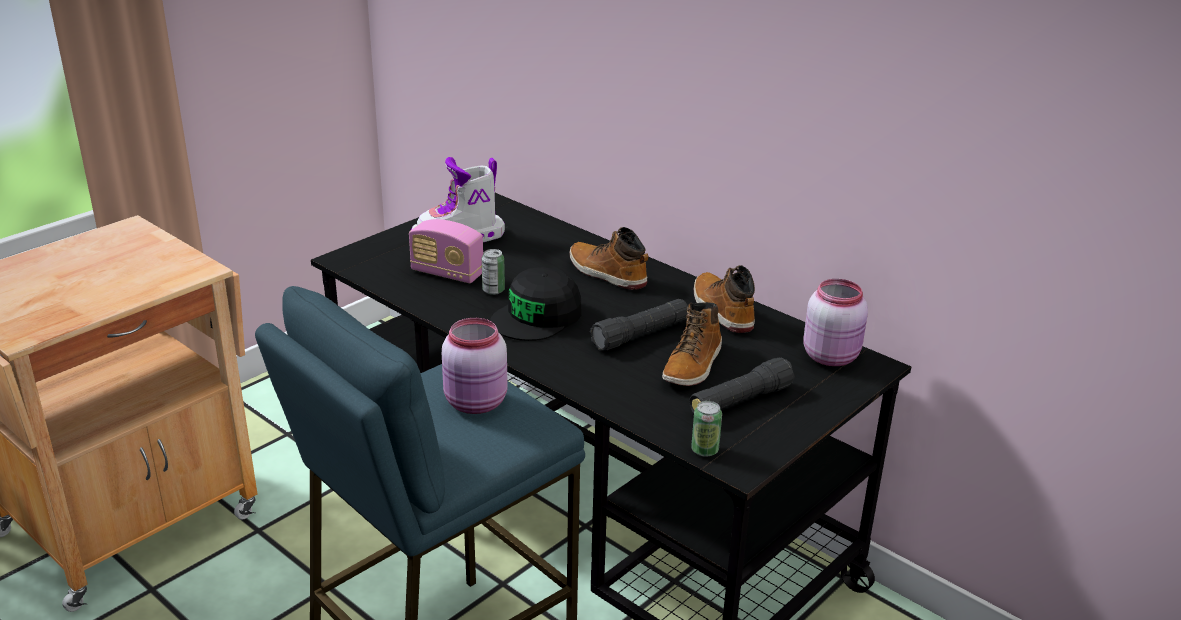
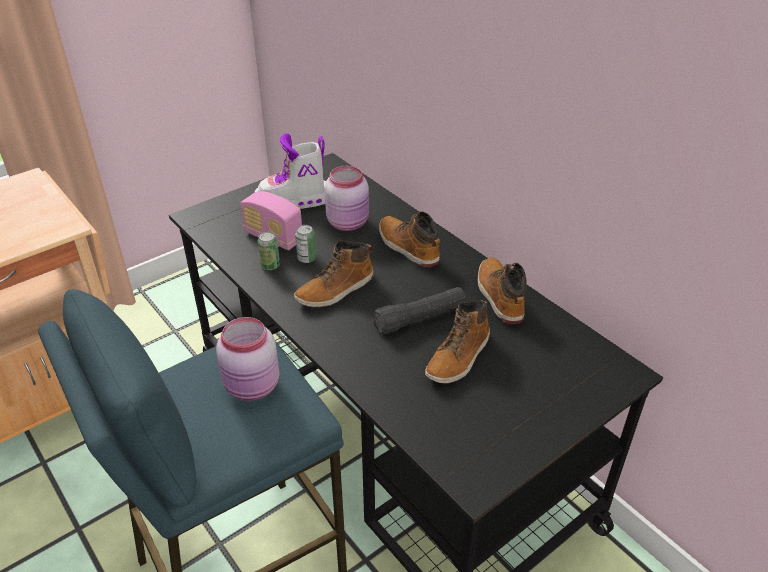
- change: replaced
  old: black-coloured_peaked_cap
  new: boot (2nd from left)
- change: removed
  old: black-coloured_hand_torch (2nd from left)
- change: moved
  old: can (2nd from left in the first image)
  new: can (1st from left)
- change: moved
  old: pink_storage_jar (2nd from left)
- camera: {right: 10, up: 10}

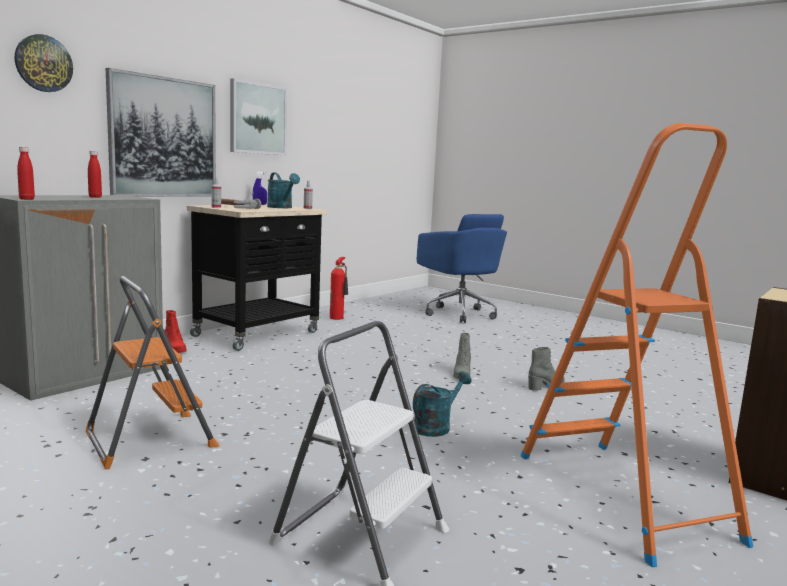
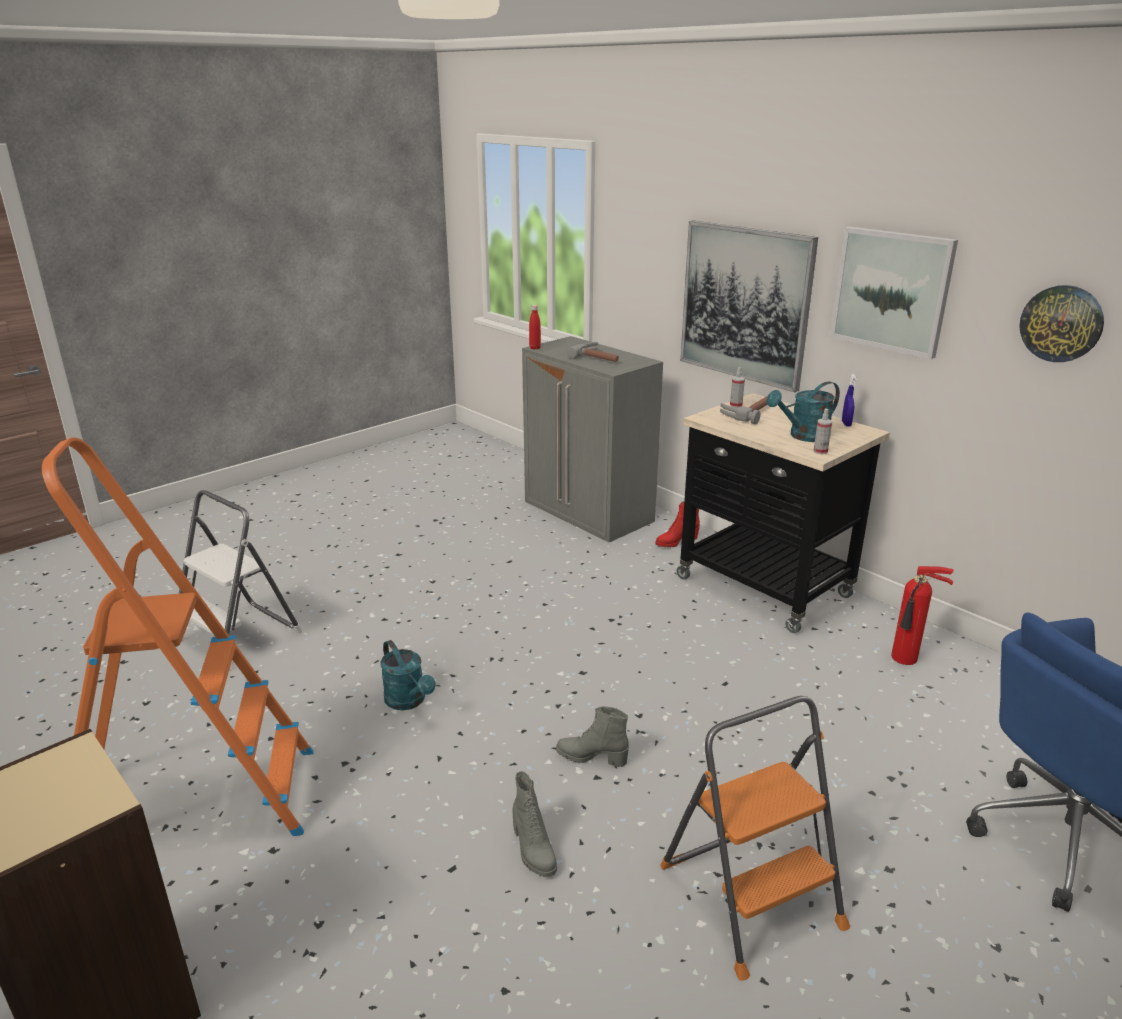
- change: moved
  old: wall_clock
- change: moved
  old: orangey_step_ladder (1st from left in the first image)
  new: orangey_step_ladder (2nd from left)
- change: replaced
  old: red-coloured_bottle (2nd from left)
  new: tool_hammer (1st from left)
- camera: {right: 100, up: 15}

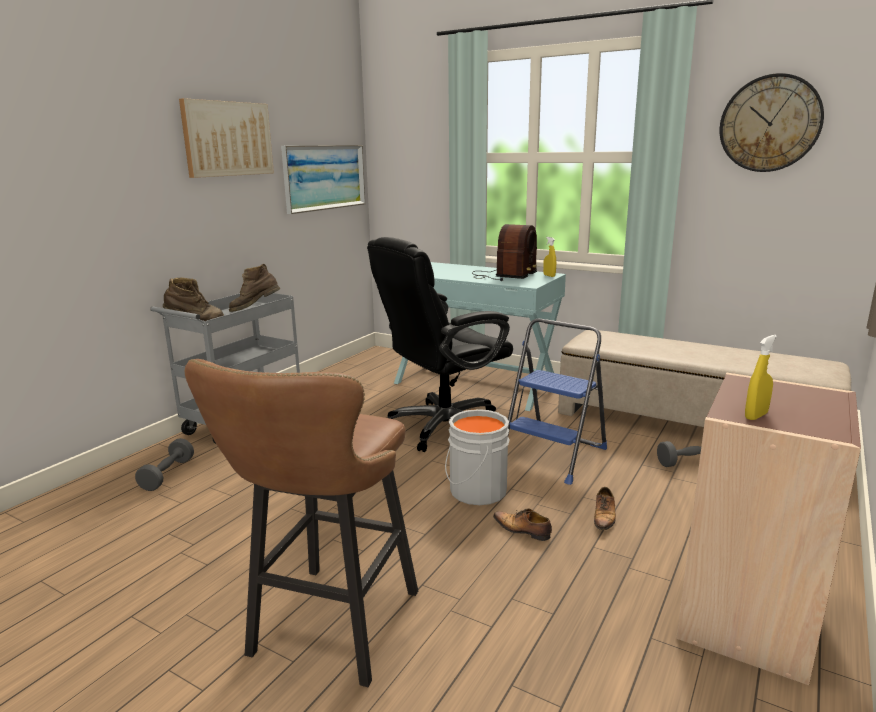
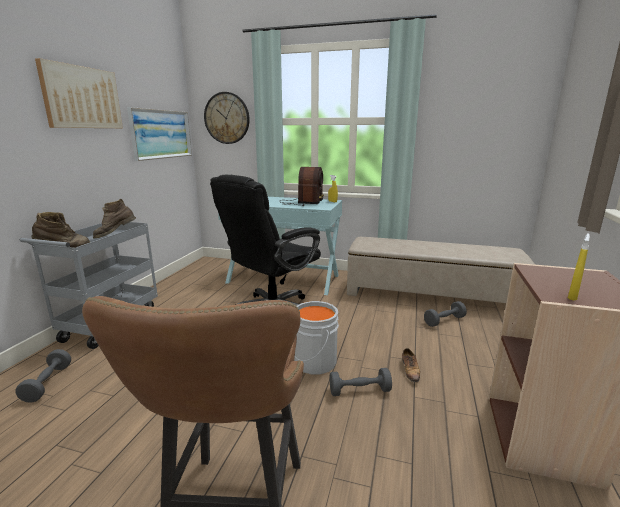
- change: replaced
  old: low_shoe (1st from left)
  new: greyish_hand_weight (2nd from left)
- change: removed
  old: blue_step_ladder
- change: moved
  old: wall_clock
- camera: {right: -15, up: 0}

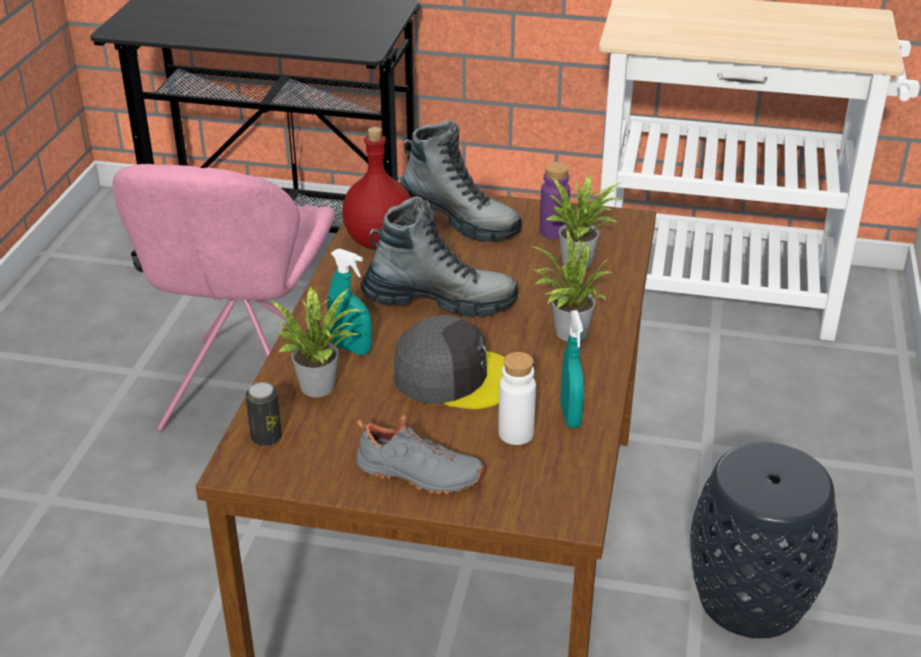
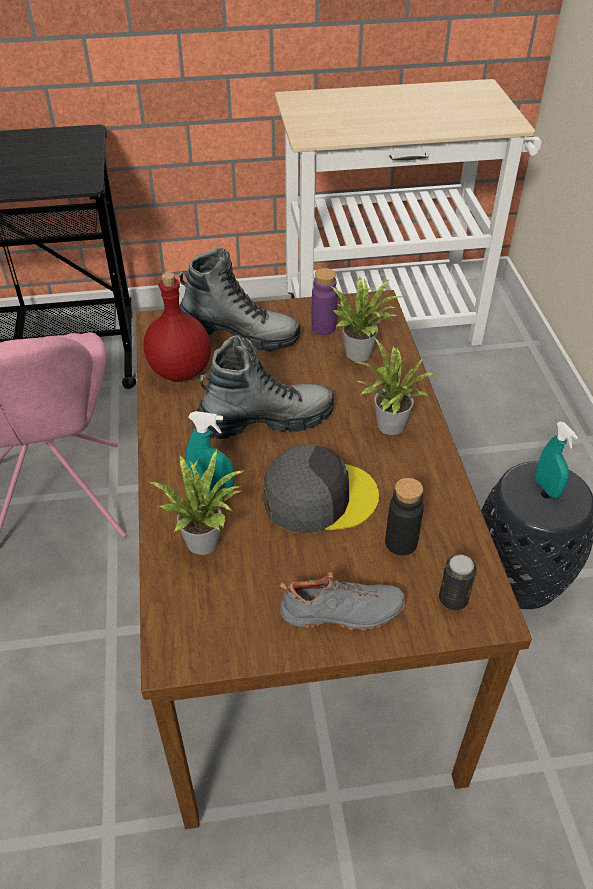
- change: moved
  old: can
- change: recoloured
  old: white-coloured_bottle
  new: black-coloured_bottle
- change: moved
  old: turquoise_sprayer (2nd from left)
- camera: {right: -20, up: 10}

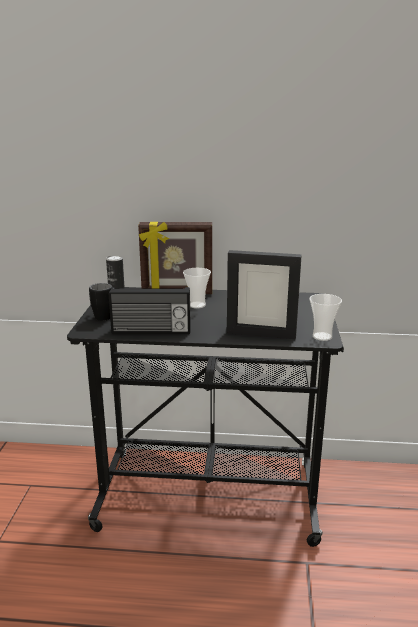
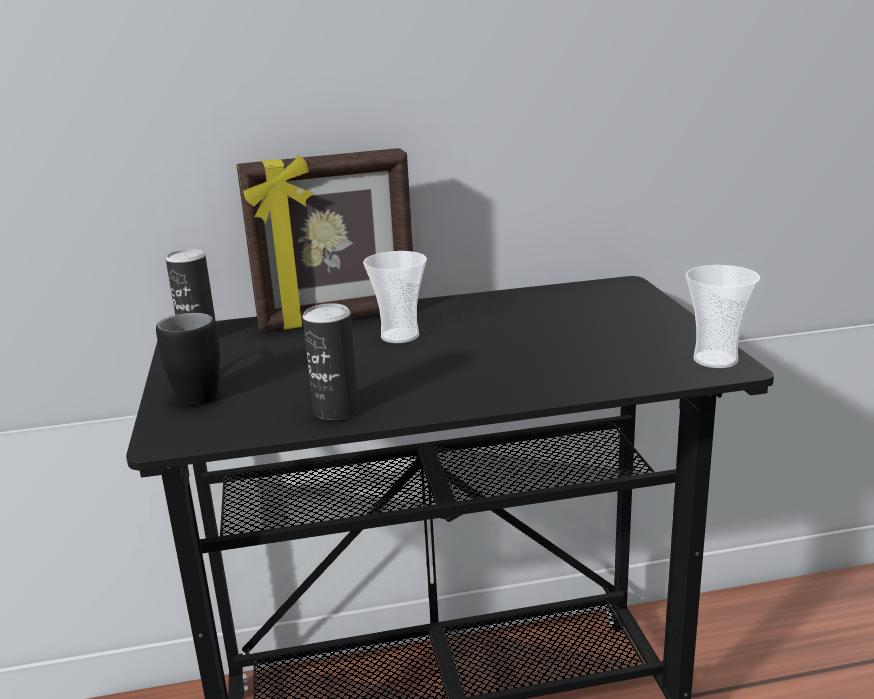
- change: replaced
  old: radio_set
  new: can (2nd from left)
- change: removed
  old: photo_frame (2nd from left)
- camera: {right: -15, up: 0}

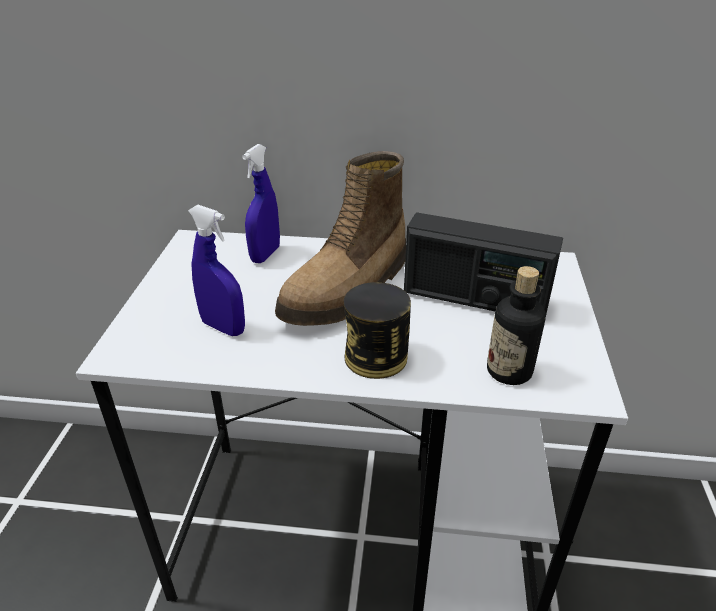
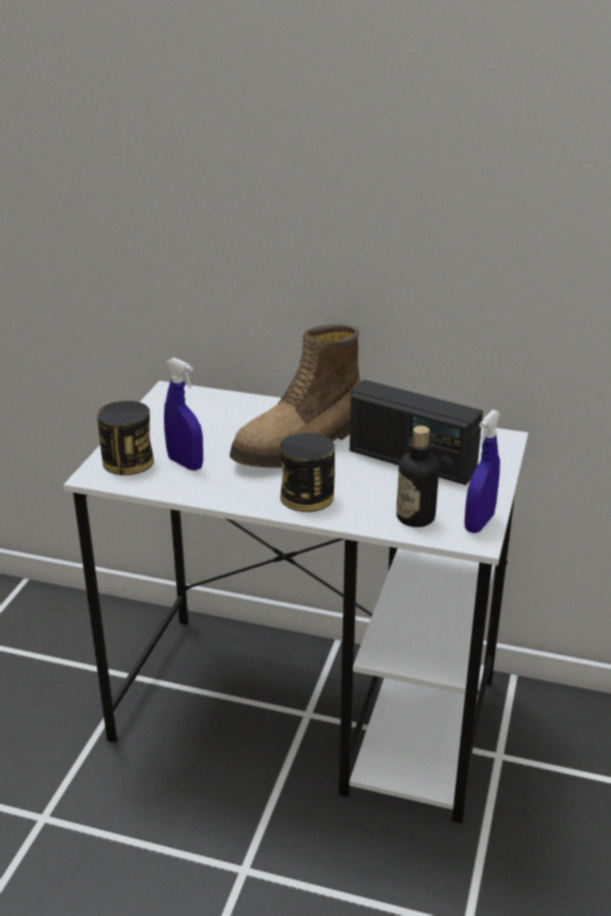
- change: moved
  old: blue_sprayer (2nd from left)
- change: added
  new: can (1st from left)
- camera: {right: 10, up: -5}

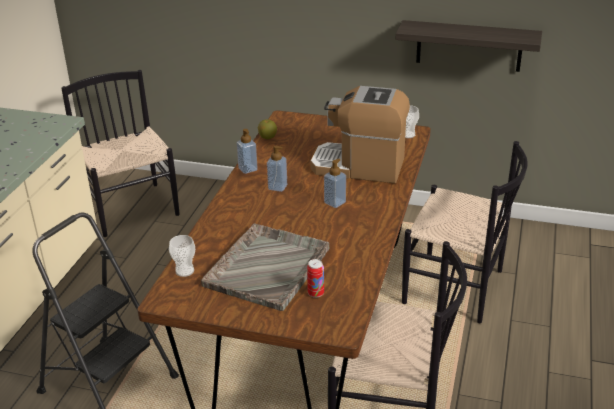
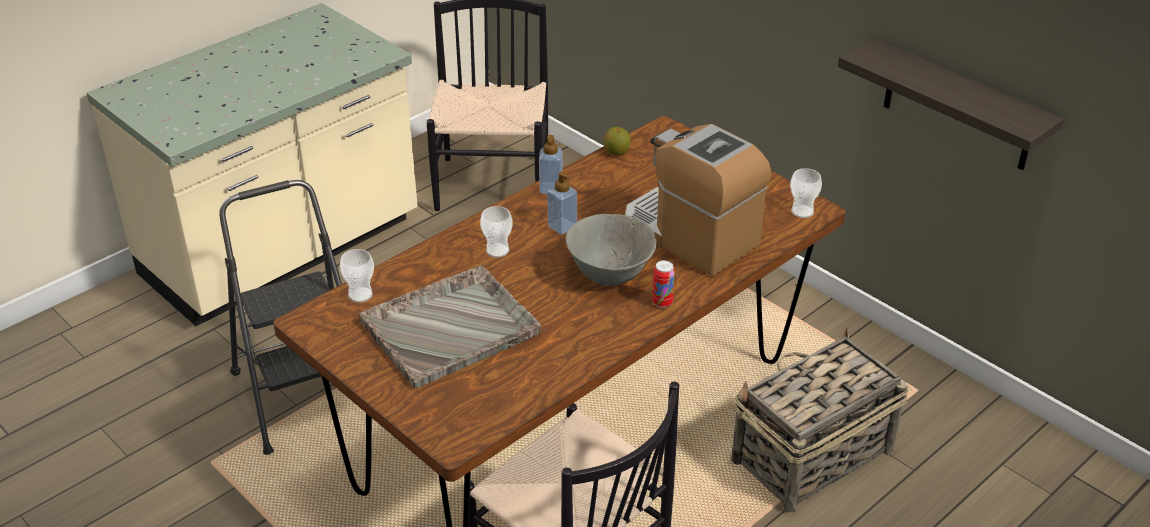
- change: moved
  old: can
- change: replaced
  old: soap_bottle (3rd from left)
  new: greyish_serving_bowl
- change: replaced
  old: black-coloured_upright_chair (3rd from left)
  new: storage_basket
- change: added
  new: small_cup (2nd from left)
- camera: {right: 30, up: 5}

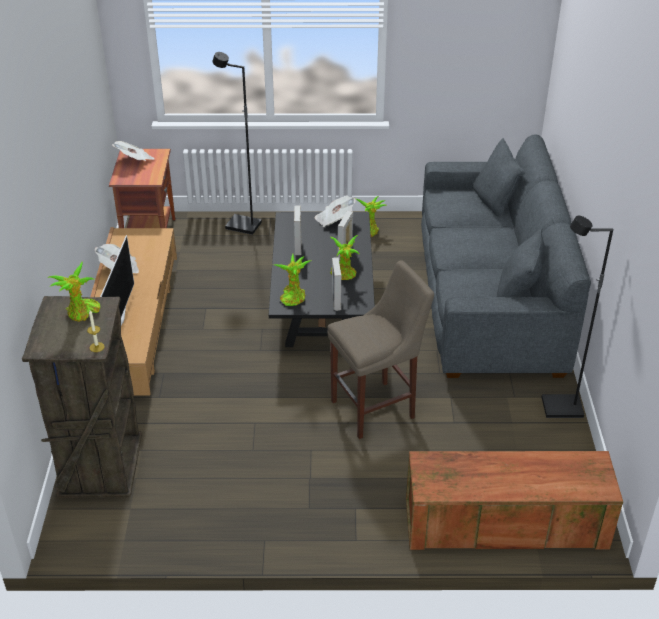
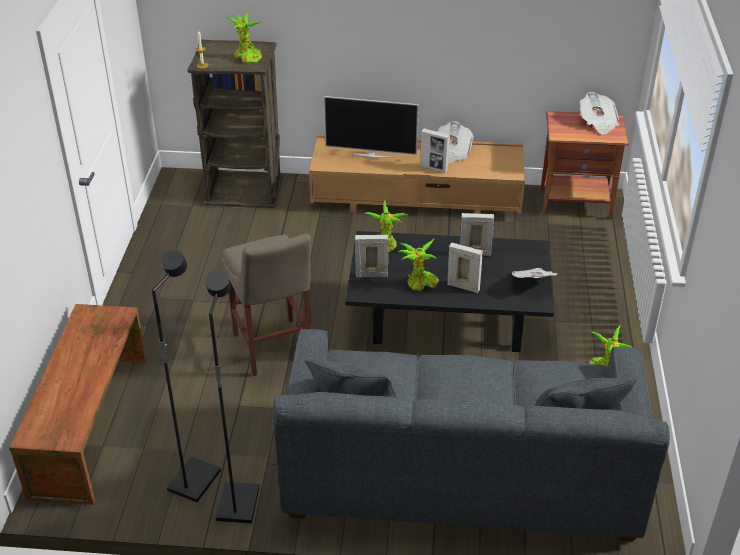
- change: moved
  old: black-coloured_standard_lamp (1st from left)
- change: added
  new: photo_frame (2nd from left)
- camera: {right: 95, up: 0}

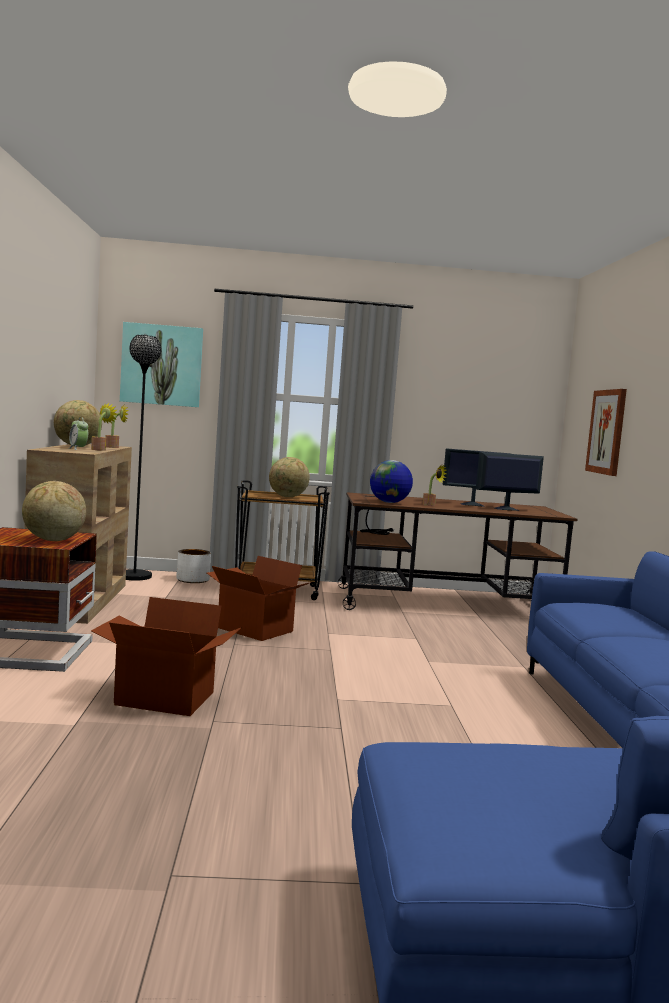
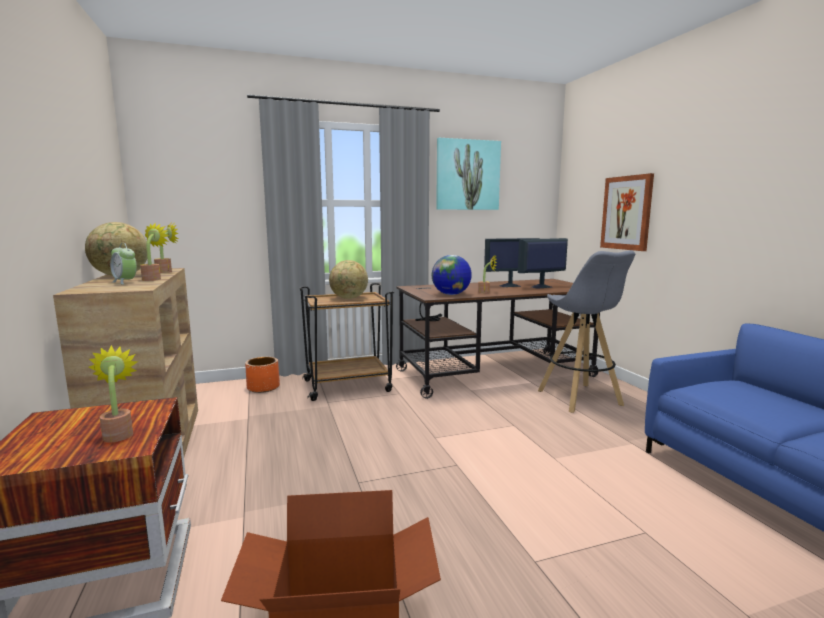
- change: replaced
  old: world_globe (1st from left)
  new: plant_in_a_pot (1st from left)
- change: moved
  old: picture (1st from left)
- change: removed
  old: black-coloured_standard_lamp
- change: recoloured
  old: white-coloured_planter
  new: orangey_planter
- change: removed
  old: cardboard_box (2nd from left)
- change: added
  new: greyish_stool
- camera: {right: -15, up: 5}

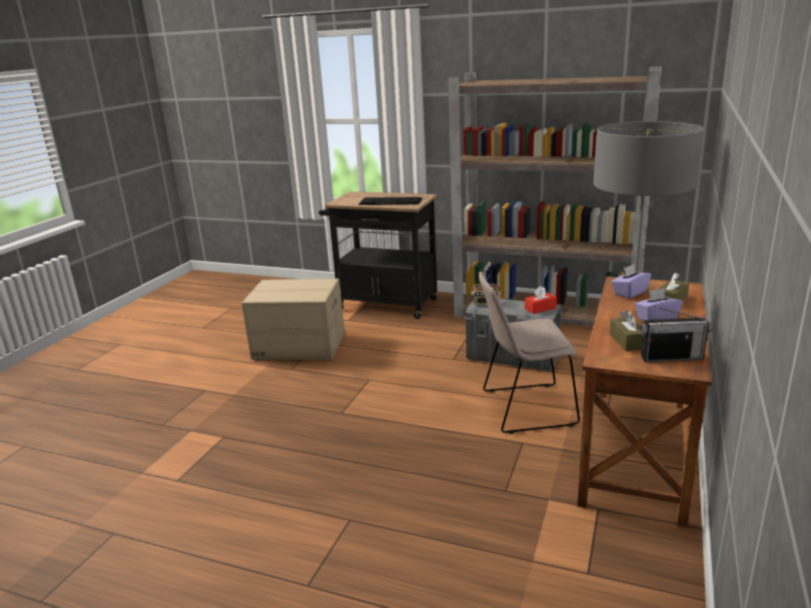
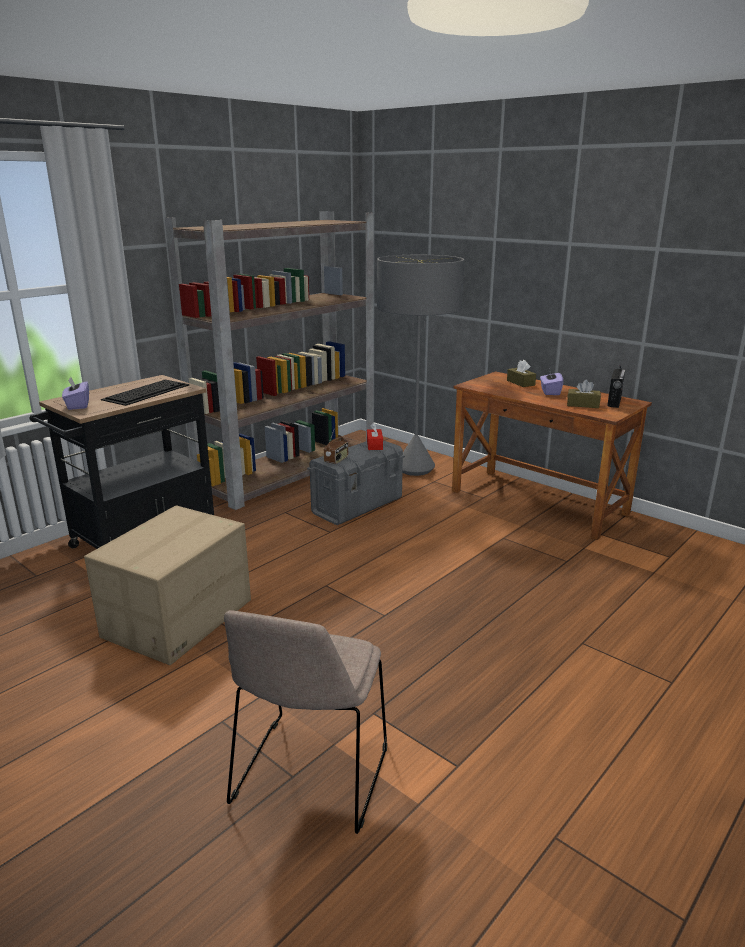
- change: moved
  old: sand-coloured_upright_chair
- change: moved
  old: purplish_tissue_box (1st from left)
- camera: {right: -70, up: 0}

